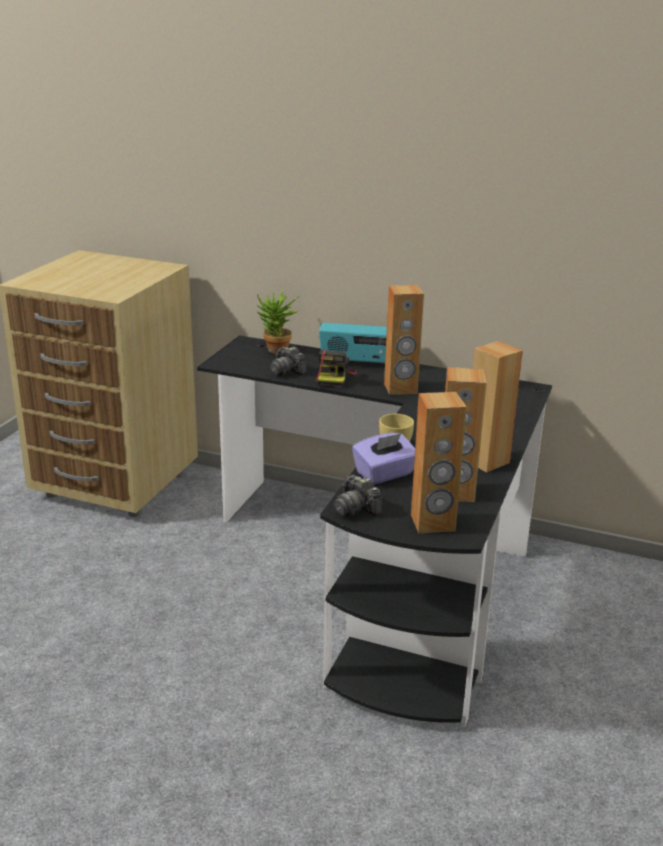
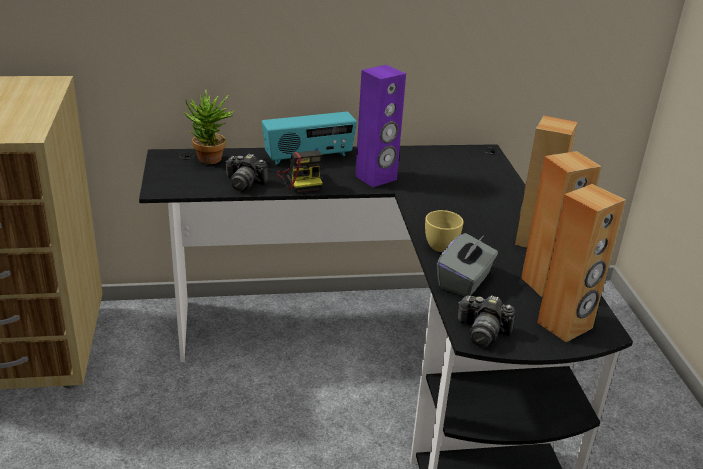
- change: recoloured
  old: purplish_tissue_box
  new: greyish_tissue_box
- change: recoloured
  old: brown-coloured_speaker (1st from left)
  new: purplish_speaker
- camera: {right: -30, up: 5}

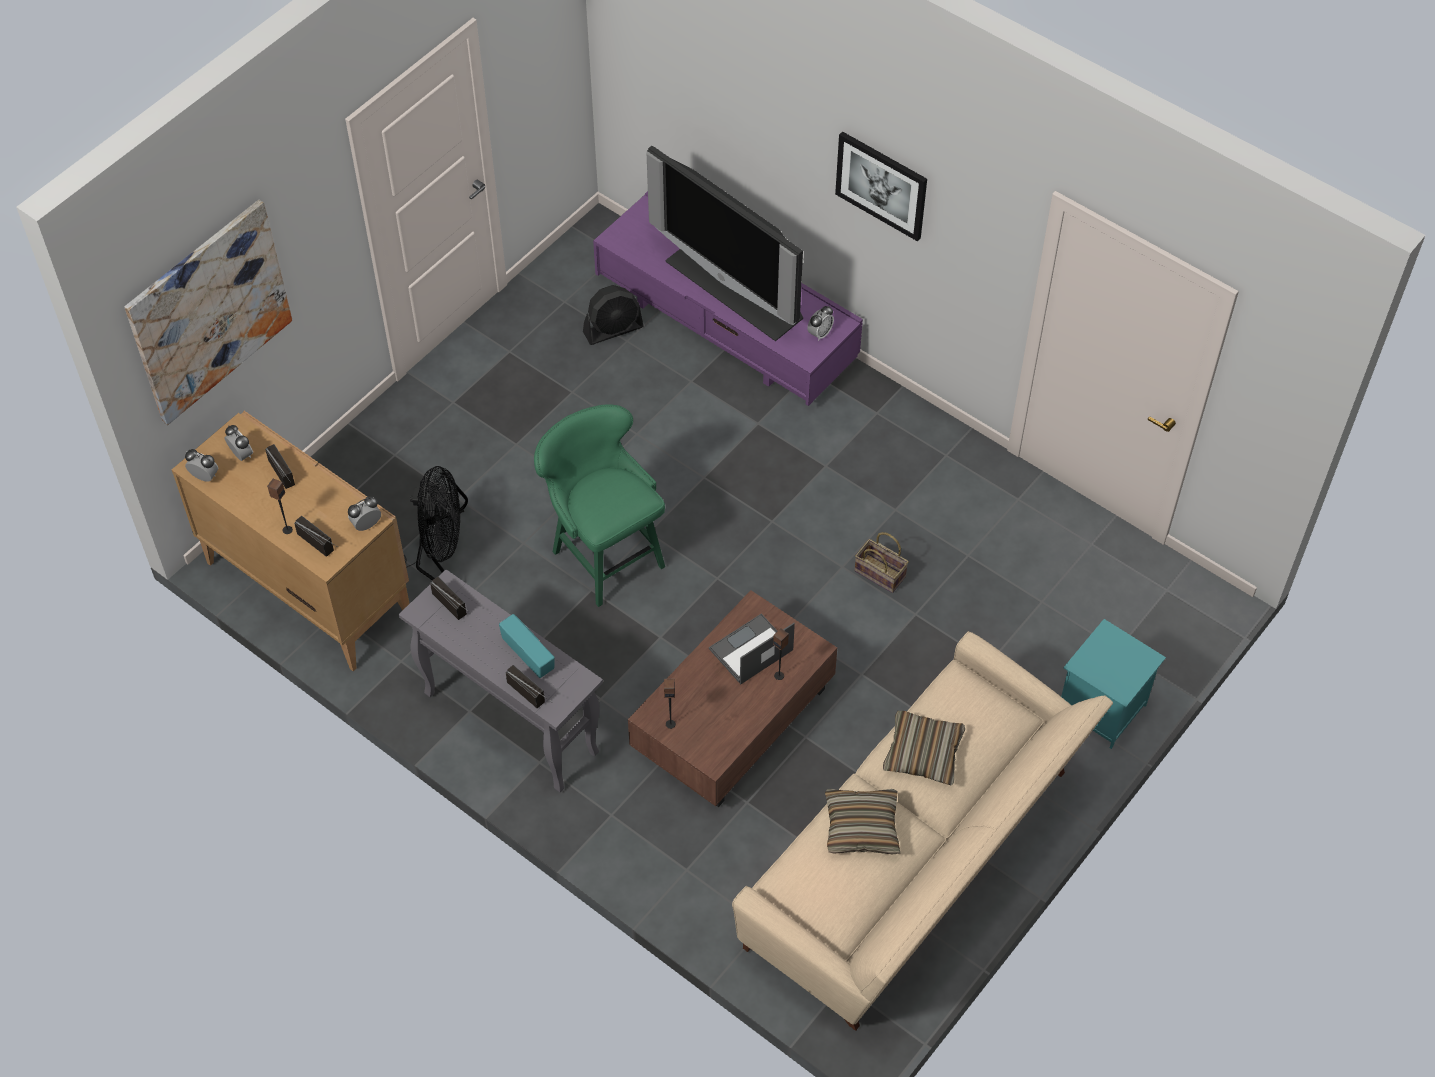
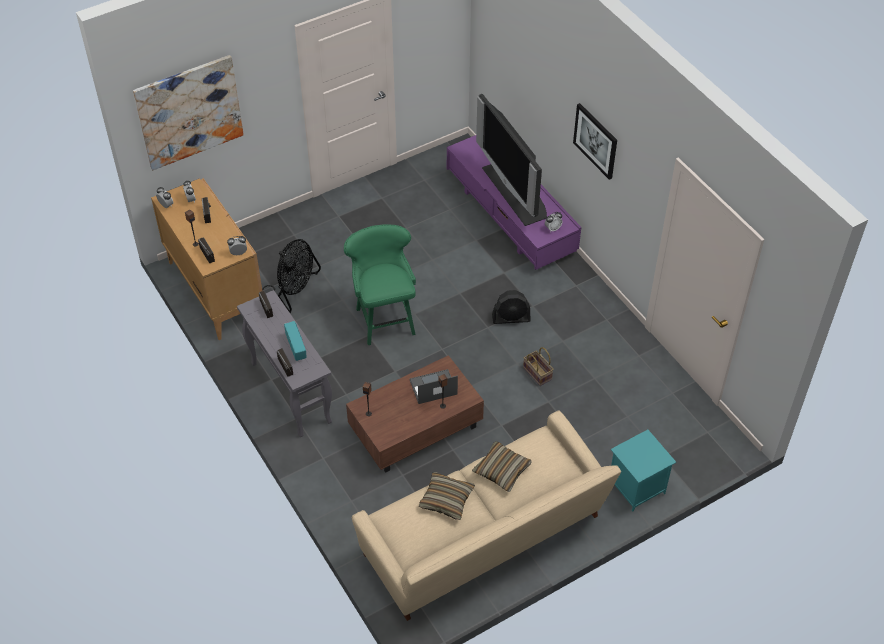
- change: moved
  old: black-coloured_cooling_fan (2nd from left)
- camera: {right: 20, up: -5}

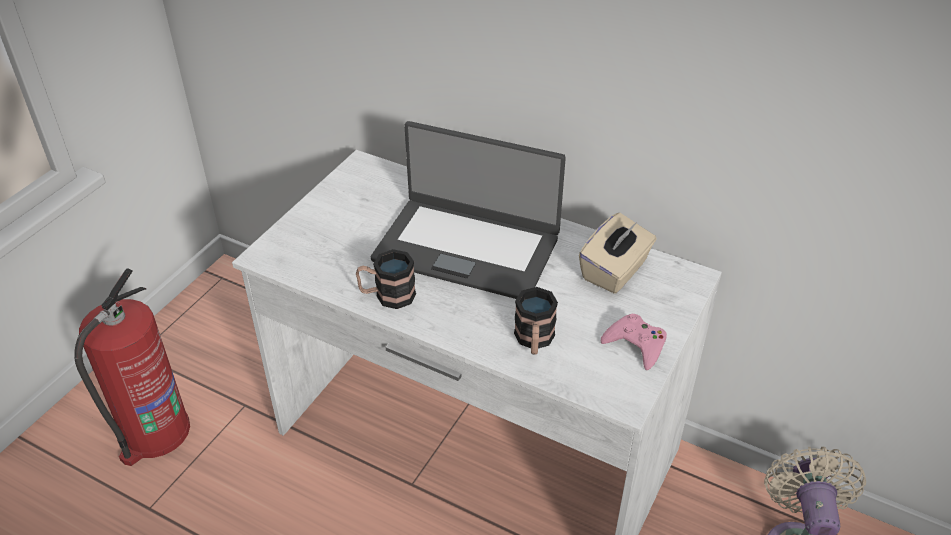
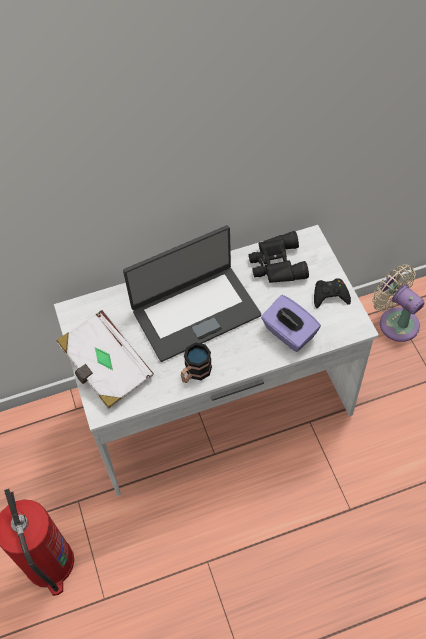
- change: replaced
  old: mug (2nd from left)
  new: purplish_tissue_box
- change: replaced
  old: sand-coloured_tissue_box
  new: black-coloured_pair_of_binoculars
- change: recoloured
  old: pink_joypad
  new: black-coloured_joypad
- change: added
  new: white-coloured_bound_book
- camera: {right: -45, up: 15}

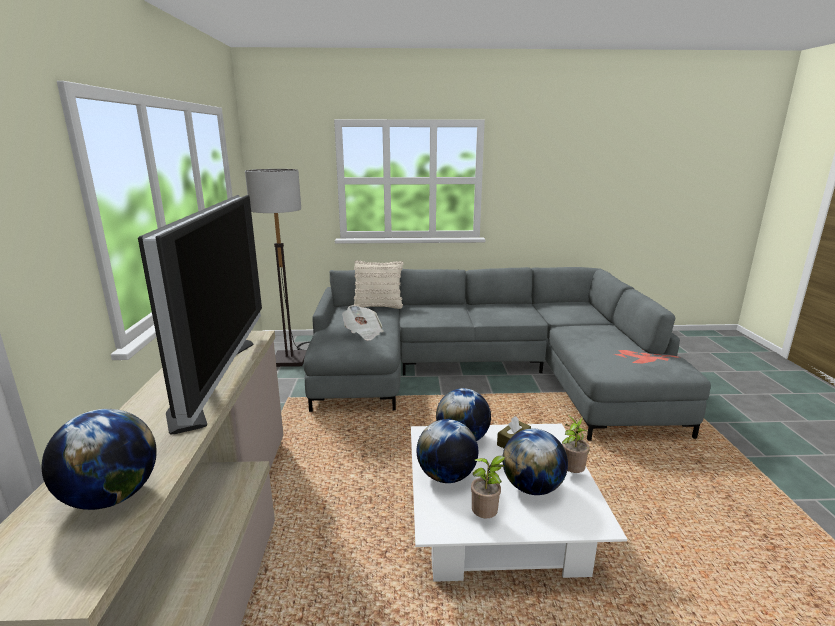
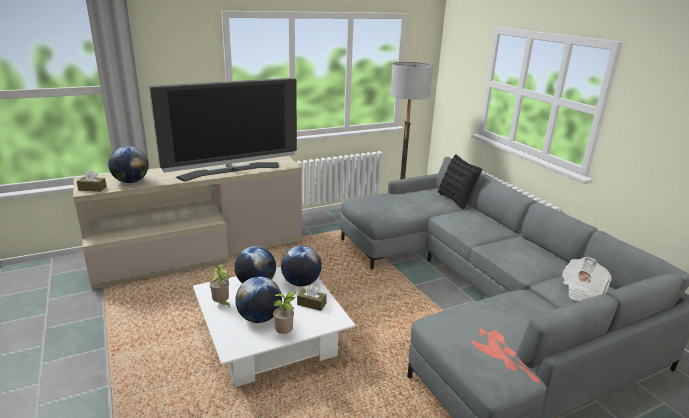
- change: moved
  old: printed_paper
- change: recoloured
  old: sand-coloured_throw_pillow
  new: black-coloured_throw_pillow
- change: added
  new: brown-coloured_tissue_box (1st from left)
- camera: {right: 65, up: 5}

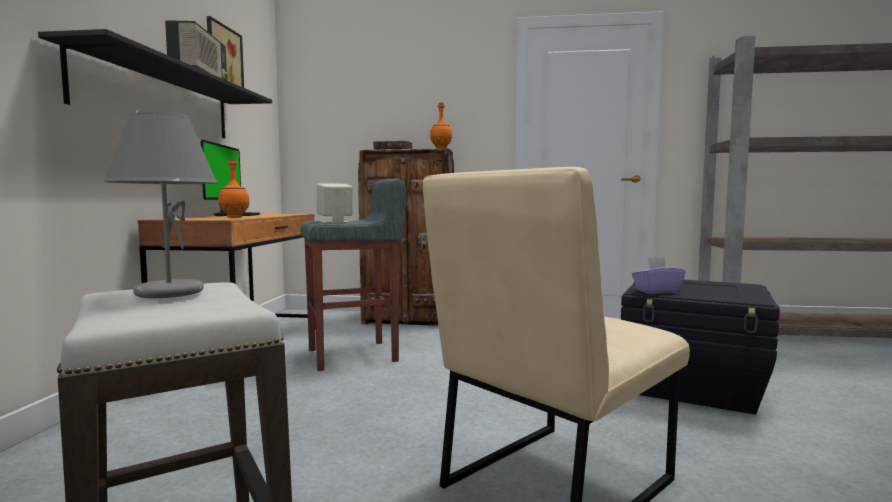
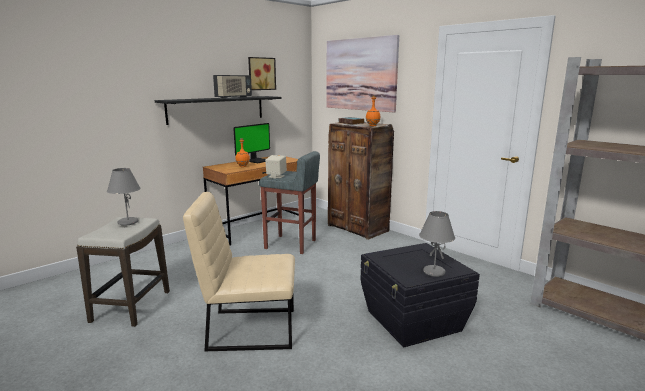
- change: removed
  old: purplish_tissue_box
- change: added
  new: picture (2nd from left)
- change: added
  new: greyish_tabletop_lamp (2nd from left)
- camera: {right: 40, up: 10}

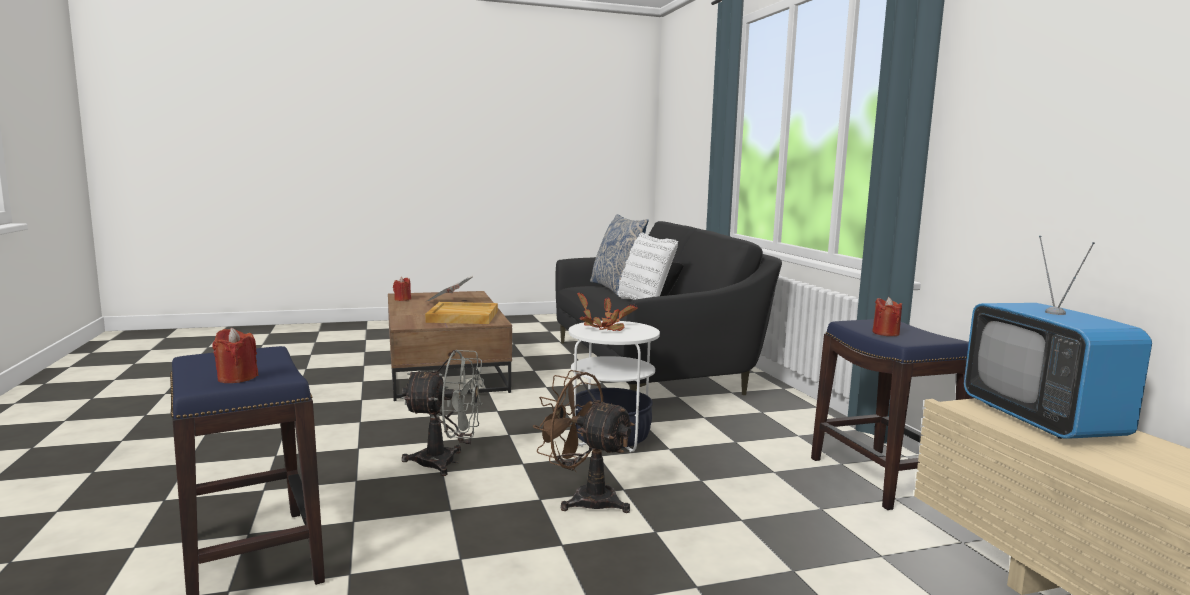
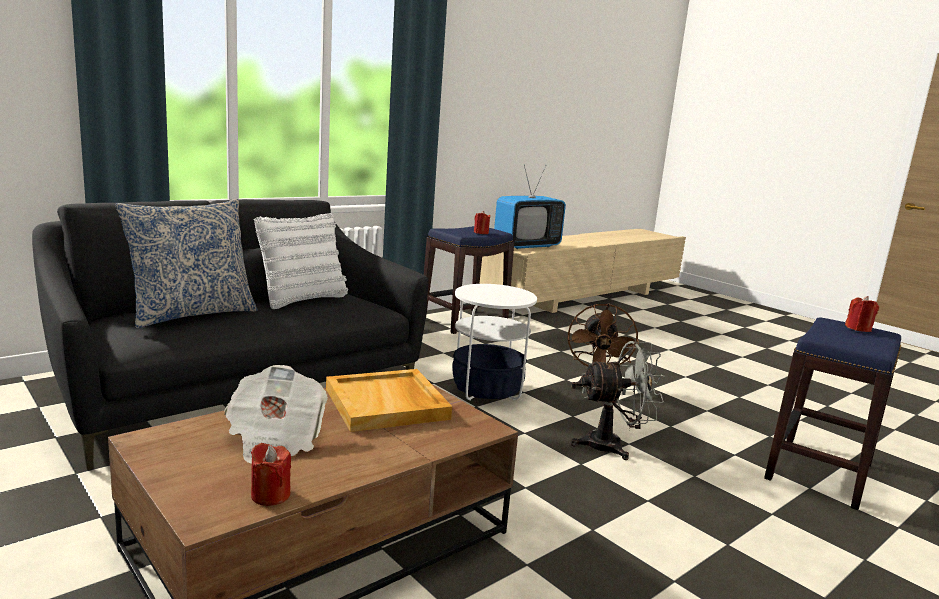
- change: turned
  old: greyish_cooling_fan
  degrees: 105
- change: removed
  old: plant_in_a_pot
- camera: {right: -115, up: 5}

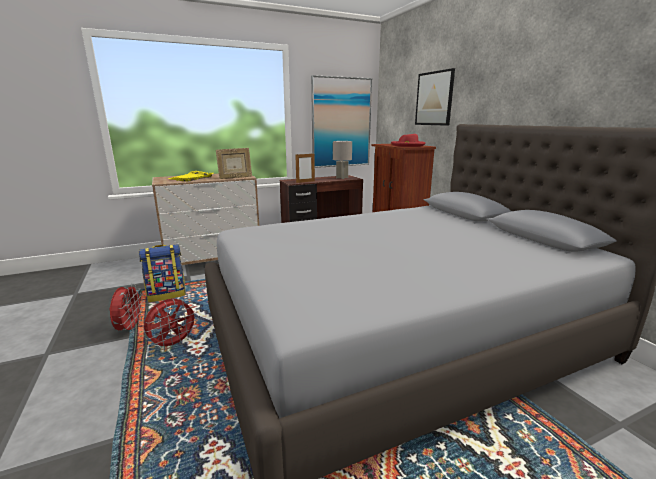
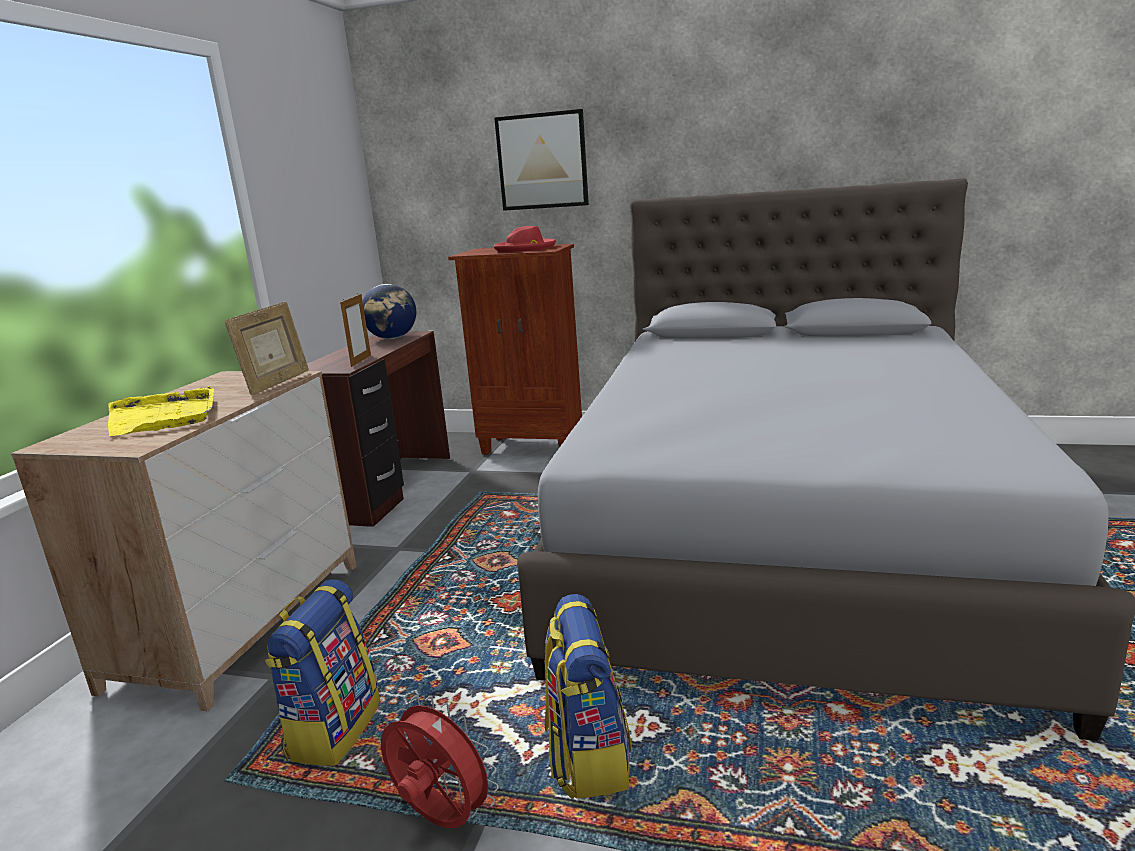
- change: replaced
  old: red-coloured_cooling_fan (2nd from left)
  new: backpack (2nd from left)
- change: removed
  old: picture (1st from left)
- change: replaced
  old: greyish_tabletop_lamp
  new: world_globe
- camera: {right: -50, up: 0}

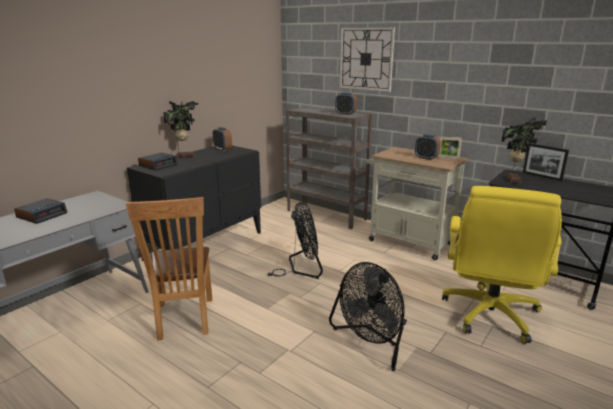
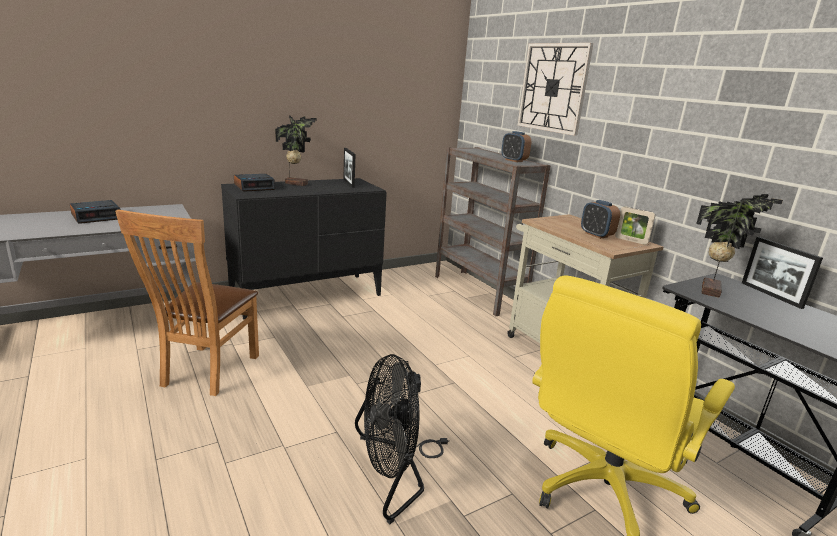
- change: replaced
  old: bedside_clock (3rd from left)
  new: photo_frame (1st from left)
- change: removed
  old: black-coloured_cooling_fan (1st from left)
- camera: {right: 20, up: 0}

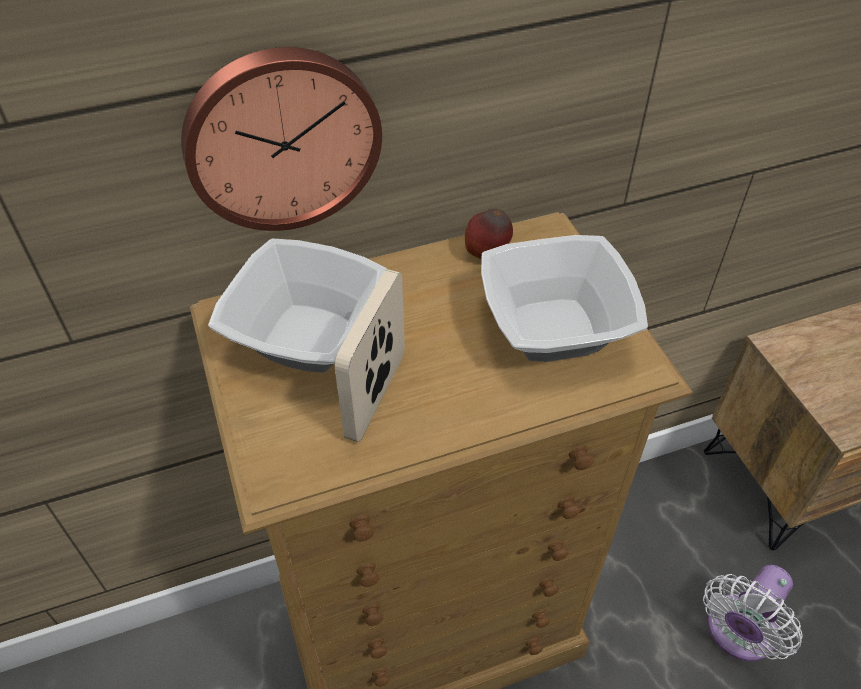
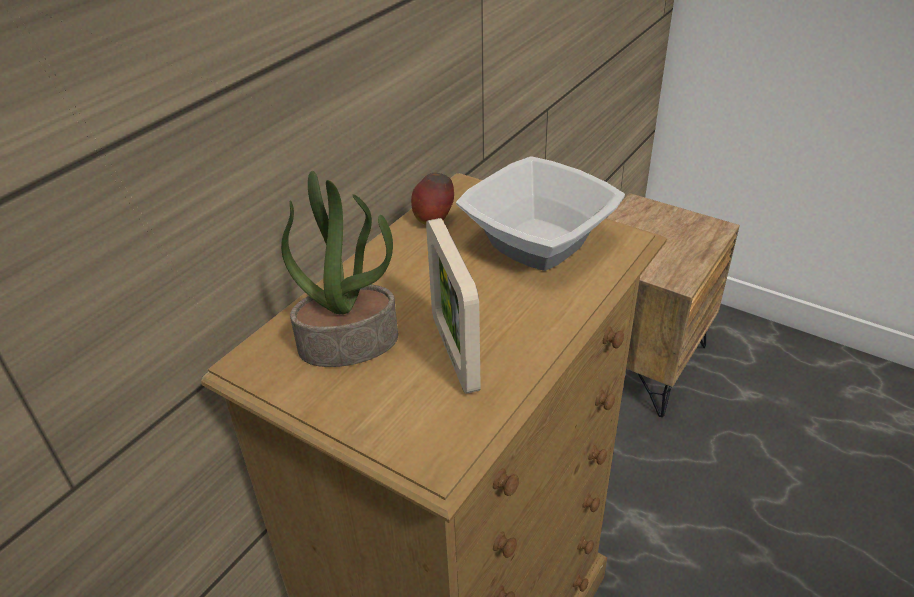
- change: removed
  old: wall_clock
- change: replaced
  old: serving_bowl (1st from left)
  new: plant_in_a_pot
- change: removed
  old: white-coloured_cooling_fan
- camera: {right: -35, up: -10}

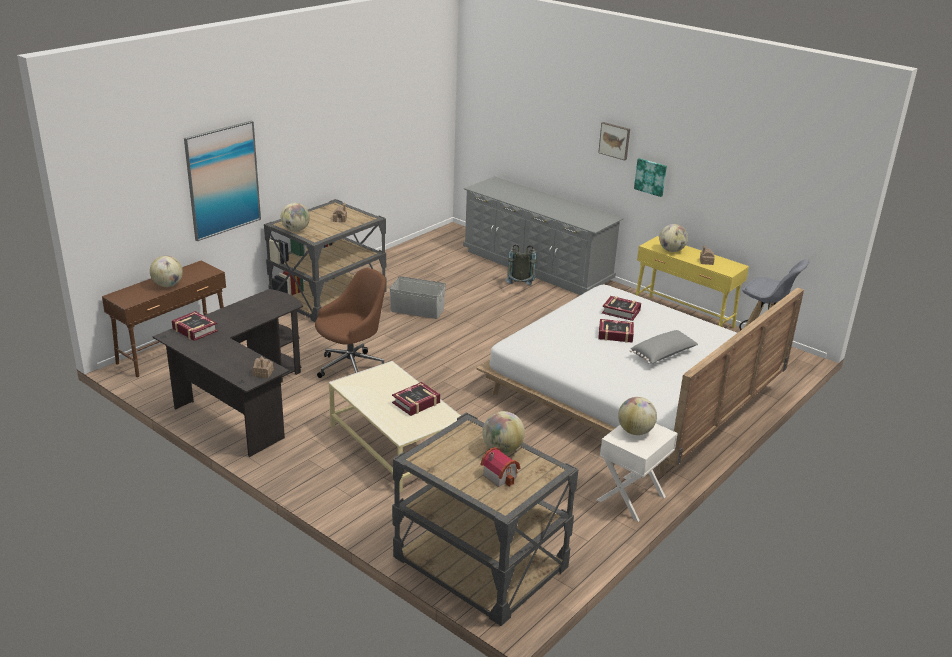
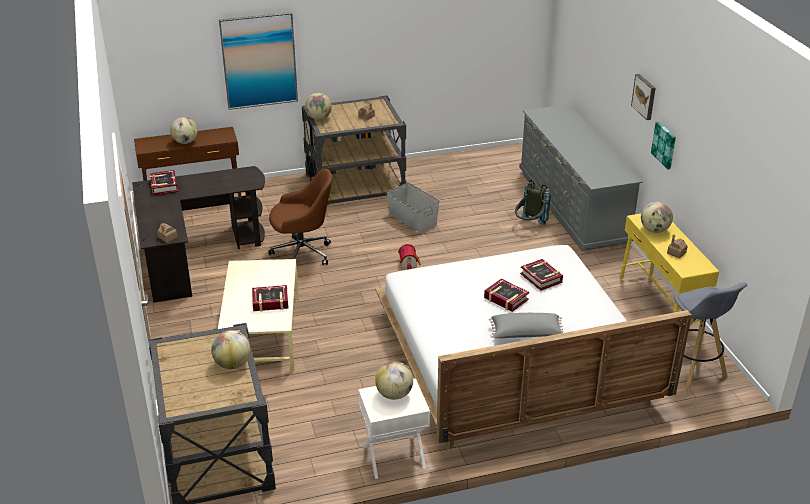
- change: moved
  old: miniature_house (3rd from left)
- camera: {right: 35, up: 5}

